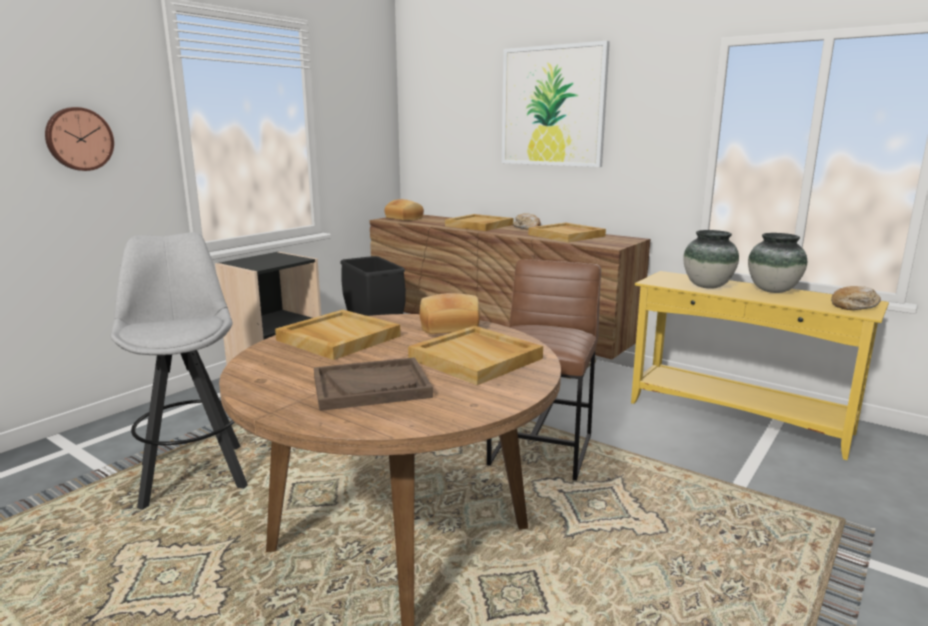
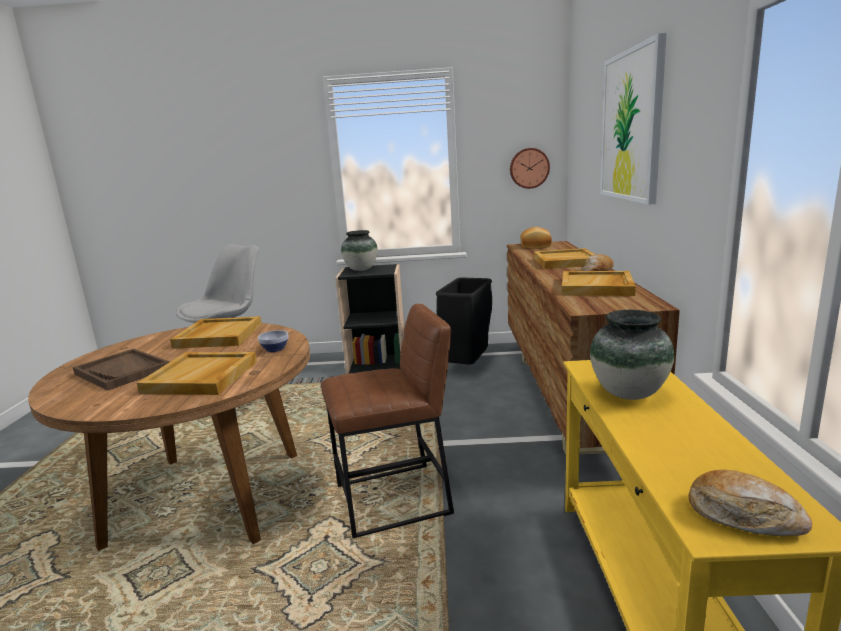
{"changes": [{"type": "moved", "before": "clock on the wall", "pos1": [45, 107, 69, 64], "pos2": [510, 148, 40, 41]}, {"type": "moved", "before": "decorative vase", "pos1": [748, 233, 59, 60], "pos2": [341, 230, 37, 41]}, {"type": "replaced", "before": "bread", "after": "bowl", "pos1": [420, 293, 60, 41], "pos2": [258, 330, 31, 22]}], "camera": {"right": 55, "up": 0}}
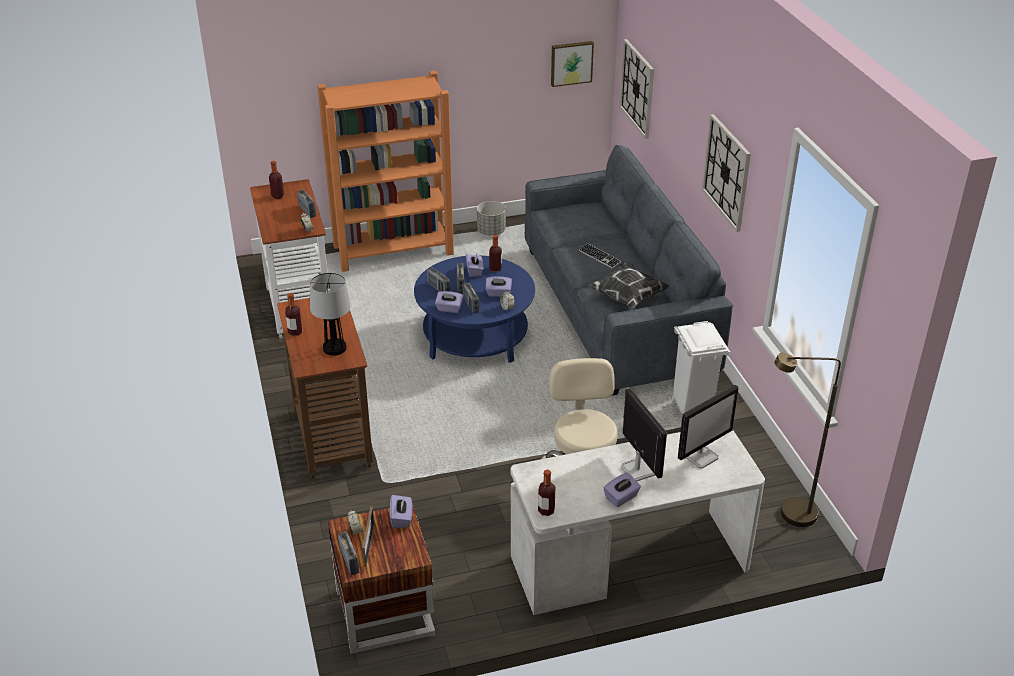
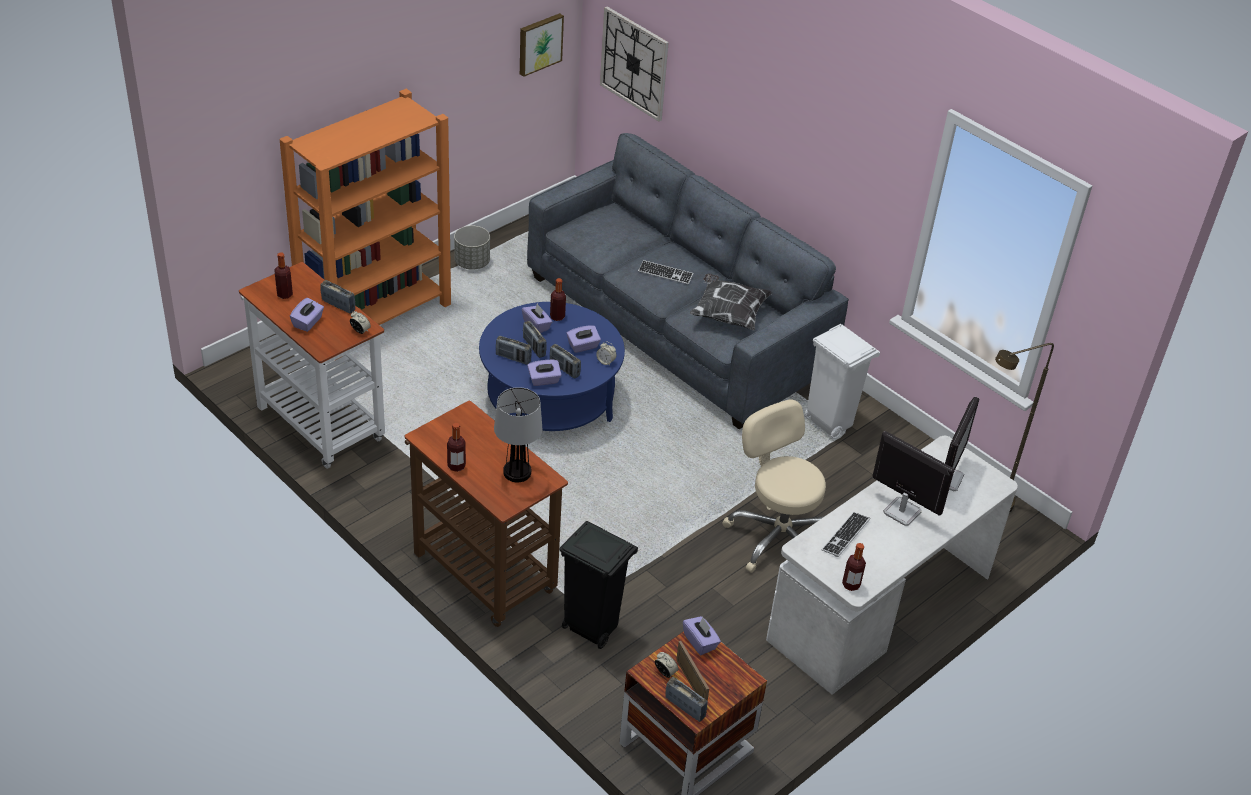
{"changes": [{"type": "removed", "before": "clock on the wall", "pos1": [702, 114, 49, 118]}, {"type": "moved", "before": "tissue box in purplish", "pos1": [604, 473, 37, 34], "pos2": [290, 298, 34, 34]}, {"type": "added", "after": "computer keyboard", "pos2": [821, 512, 49, 45]}, {"type": "added", "after": "waste bin in black", "pos2": [559, 521, 79, 128]}], "camera": {"right": -30, "up": 5}}
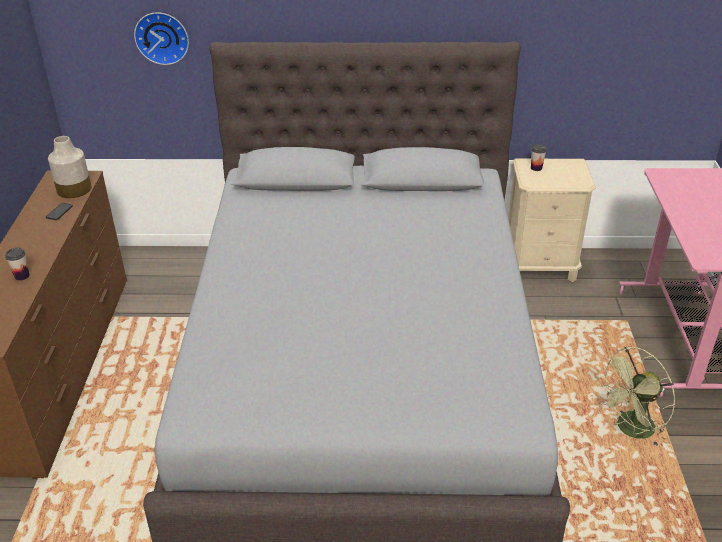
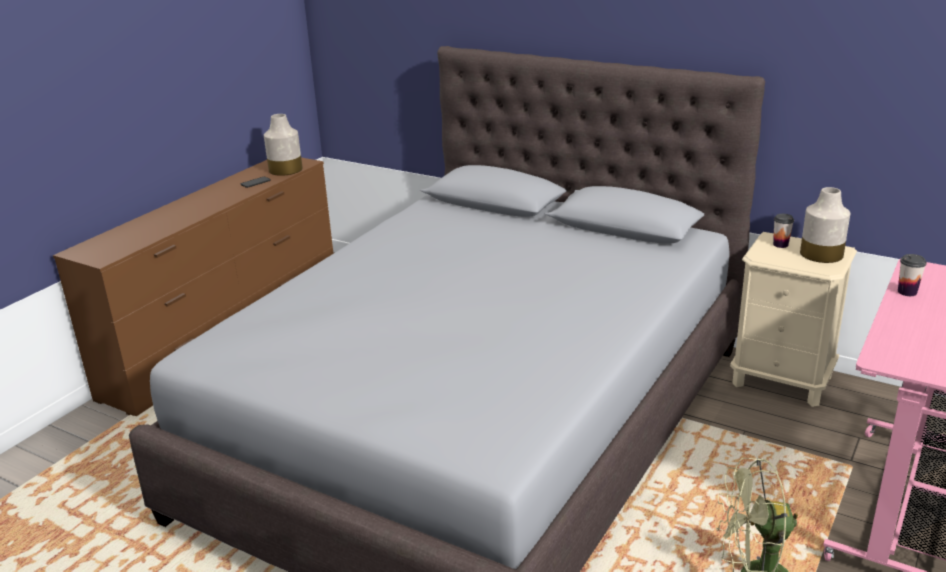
{"changes": [{"type": "removed", "before": "clock on the wall", "pos1": [134, 12, 55, 53]}, {"type": "moved", "before": "small cup", "pos1": [5, 247, 24, 34], "pos2": [898, 254, 29, 42]}, {"type": "added", "after": "decorative vase in beige", "pos2": [800, 187, 50, 76]}], "camera": {"right": 30, "up": -10}}
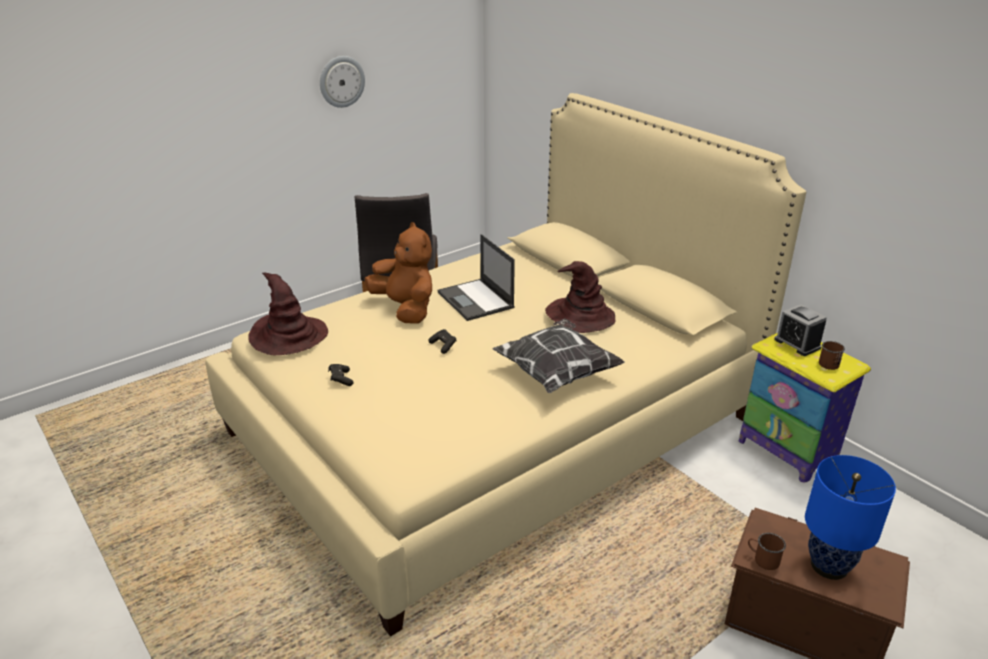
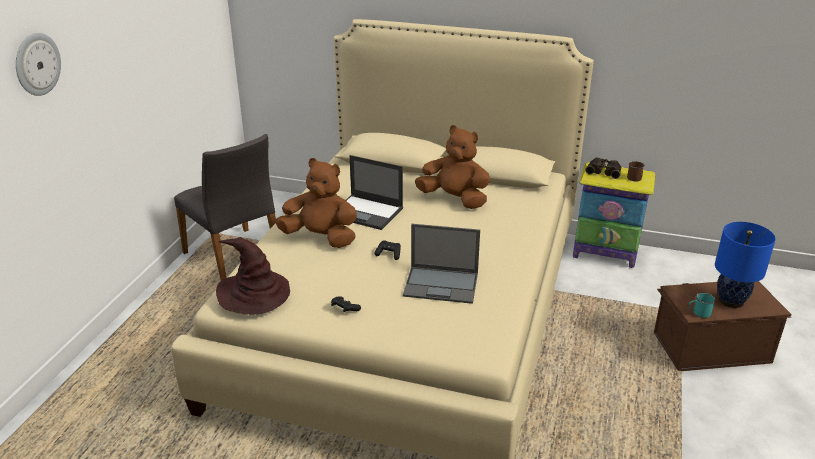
{"changes": [{"type": "moved", "before": "clock on the wall", "pos1": [320, 56, 45, 52], "pos2": [16, 33, 45, 63]}, {"type": "replaced", "before": "wearable hat in brown-coloured", "after": "soft toy in brown-coloured", "pos1": [545, 261, 71, 72], "pos2": [415, 125, 75, 84]}, {"type": "replaced", "before": "table clock", "after": "binoculars", "pos1": [774, 304, 53, 52], "pos2": [585, 157, 36, 22]}, {"type": "removed", "before": "cushion", "pos1": [493, 319, 132, 74]}, {"type": "recoloured", "before": "coffee mug in brown-coloured", "after": "coffee mug in turquoise", "pos1": [748, 533, 38, 37], "pos2": [689, 293, 27, 25]}, {"type": "added", "after": "notebook computer", "pos2": [403, 224, 77, 80]}], "camera": {"right": -35, "up": 0}}
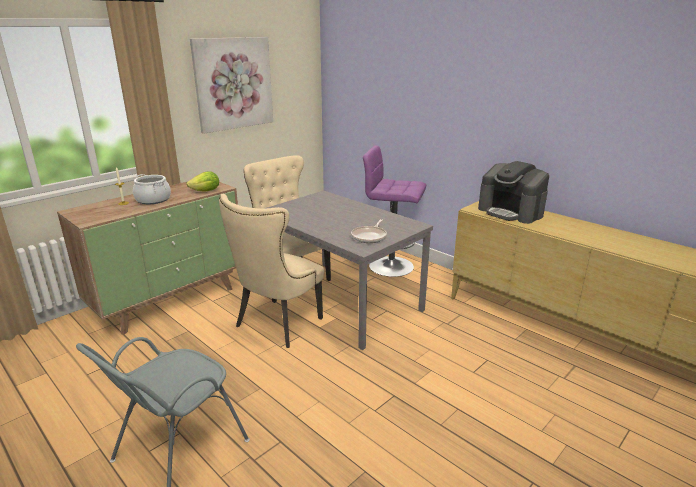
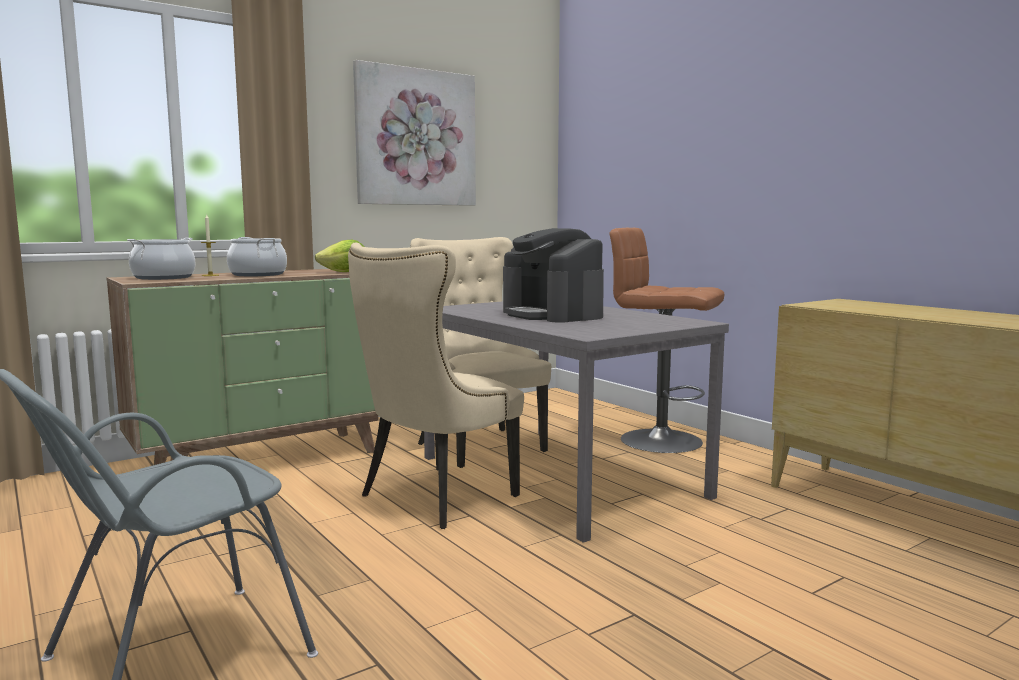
{"changes": [{"type": "recoloured", "before": "sitting stool in purplish", "after": "sitting stool in brown-coloured", "pos1": [363, 145, 63, 132], "pos2": [609, 228, 115, 225]}, {"type": "moved", "before": "coffee machine", "pos1": [478, 161, 71, 63], "pos2": [503, 228, 101, 95]}, {"type": "removed", "before": "pan", "pos1": [351, 219, 36, 24]}, {"type": "added", "after": "stockpot", "pos2": [127, 238, 68, 42]}], "camera": {"right": 10, "up": -15}}
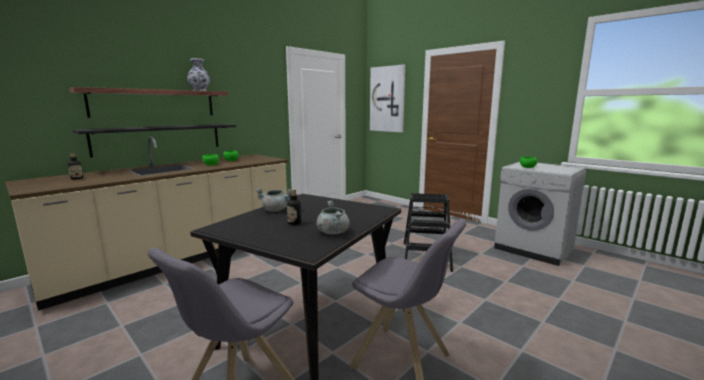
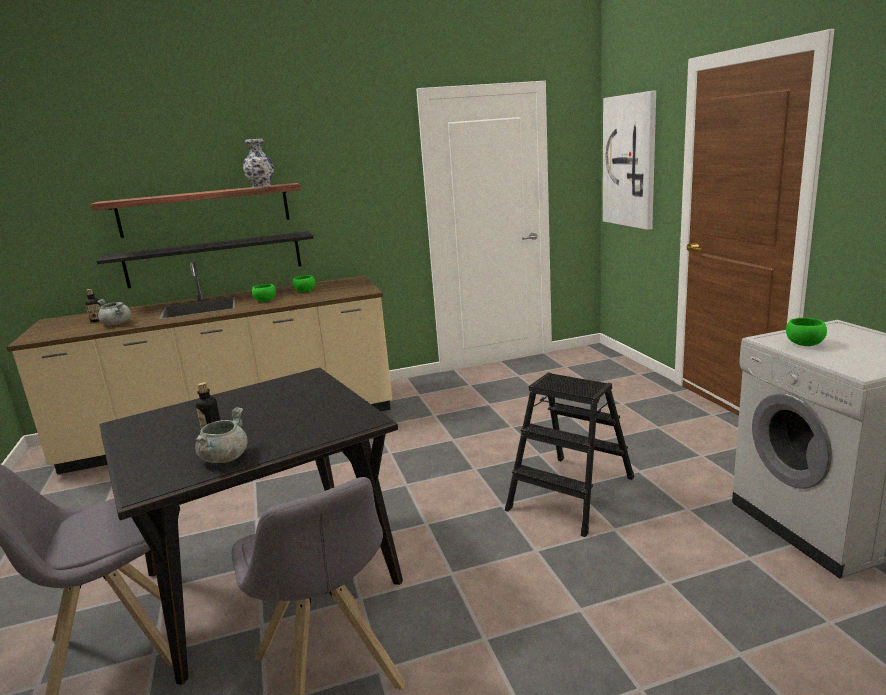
{"changes": [{"type": "moved", "before": "stockpot in greyish", "pos1": [255, 188, 36, 24], "pos2": [97, 299, 34, 26]}], "camera": {"right": 30, "up": 5}}
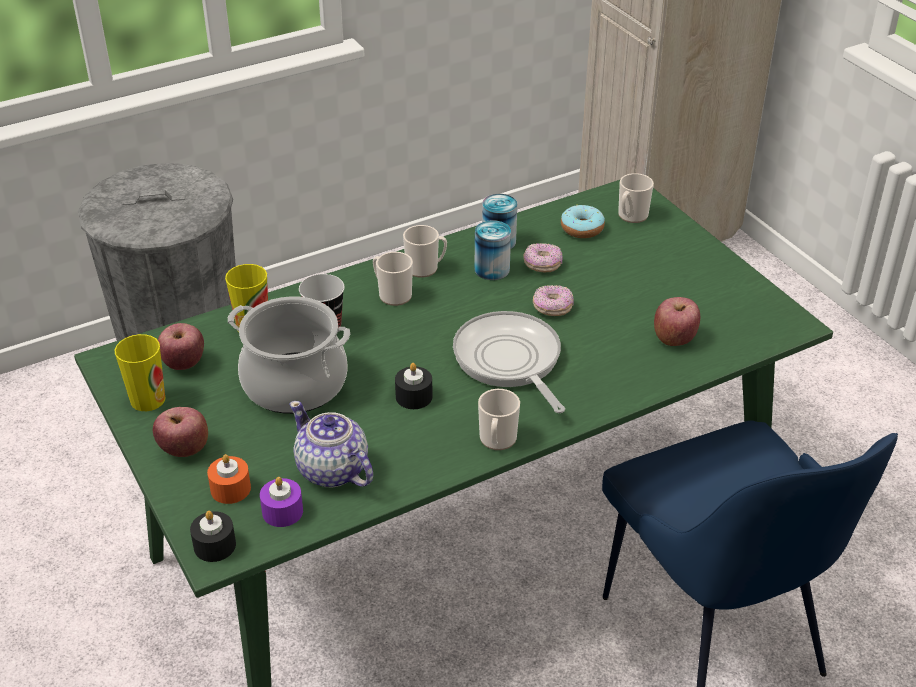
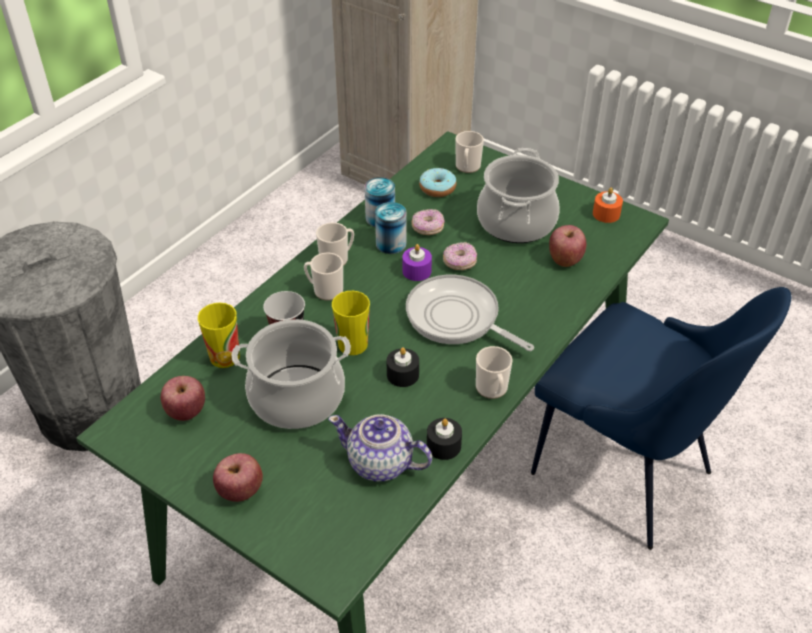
{"changes": [{"type": "moved", "before": "small cup", "pos1": [115, 334, 51, 77], "pos2": [332, 291, 38, 64]}, {"type": "moved", "before": "wax candle in orangey", "pos1": [207, 454, 44, 50], "pos2": [593, 188, 30, 35]}, {"type": "moved", "before": "wax candle in purplish", "pos1": [260, 477, 43, 50], "pos2": [402, 244, 30, 37]}, {"type": "moved", "before": "wax candle in black", "pos1": [190, 511, 46, 51], "pos2": [427, 418, 35, 42]}, {"type": "added", "after": "stockpot", "pos2": [477, 148, 83, 95]}], "camera": {"right": -25, "up": 5}}
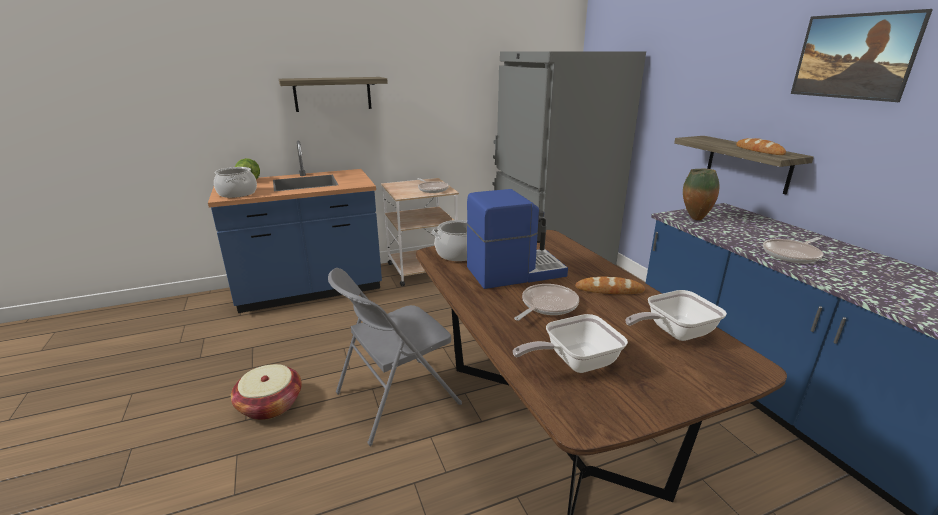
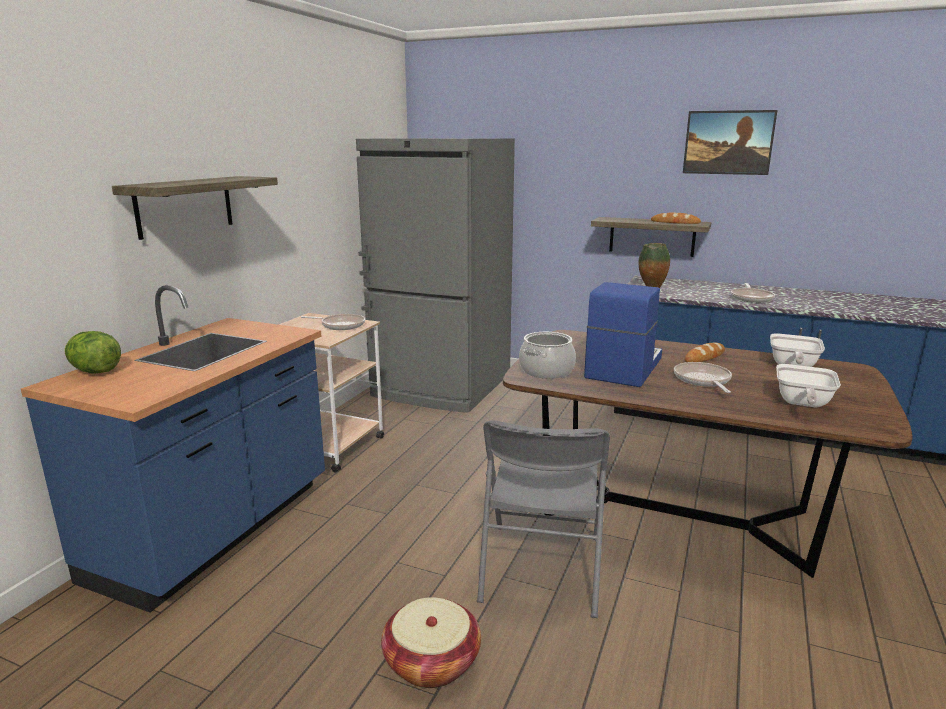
{"changes": [{"type": "removed", "before": "stockpot", "pos1": [214, 167, 43, 31]}], "camera": {"right": -45, "up": -5}}
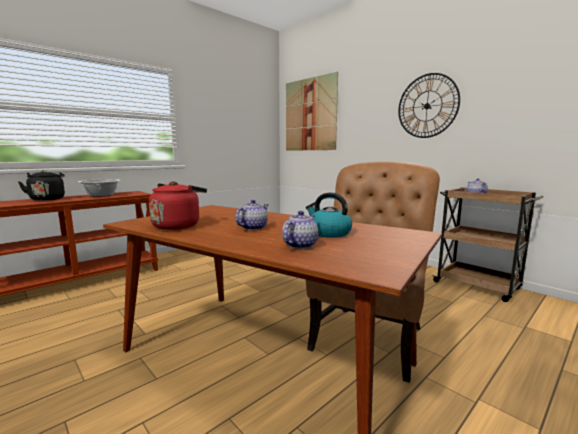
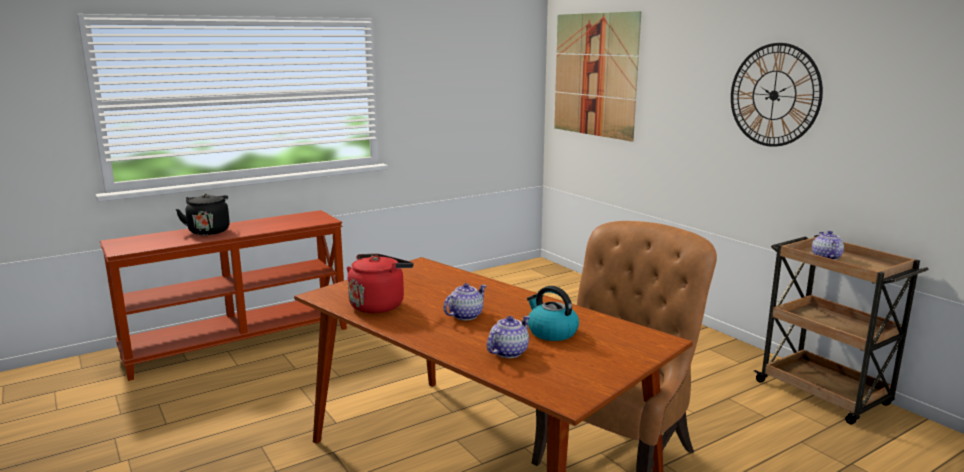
{"changes": [{"type": "removed", "before": "stockpot", "pos1": [78, 179, 43, 18]}], "camera": {"right": 10, "up": 5}}
